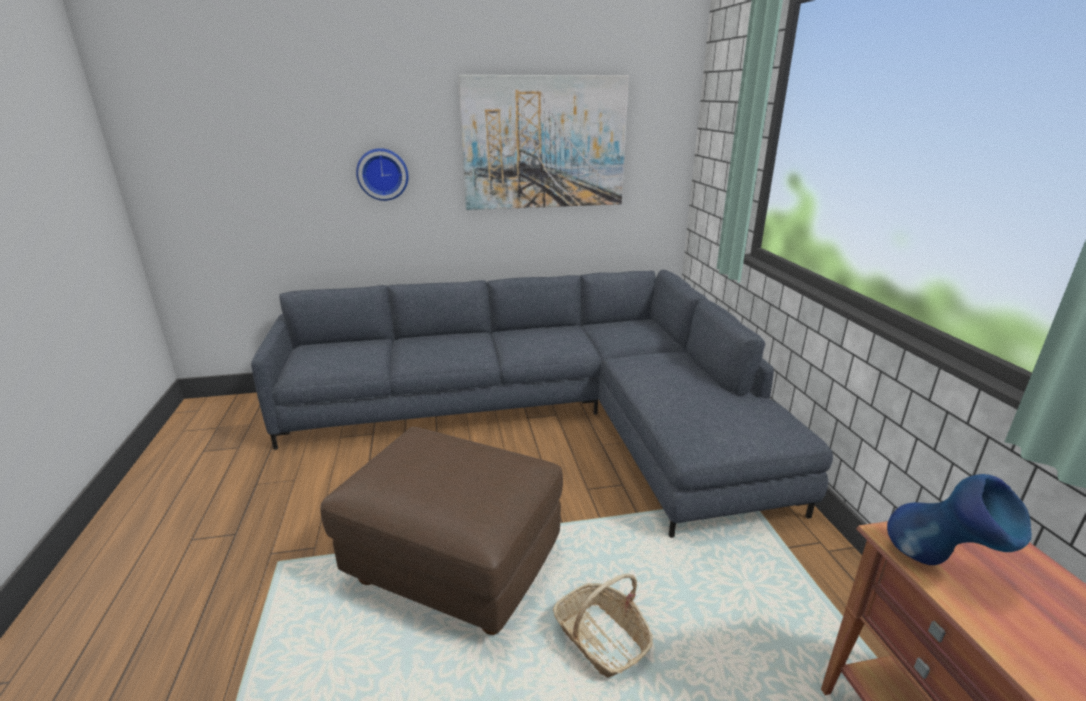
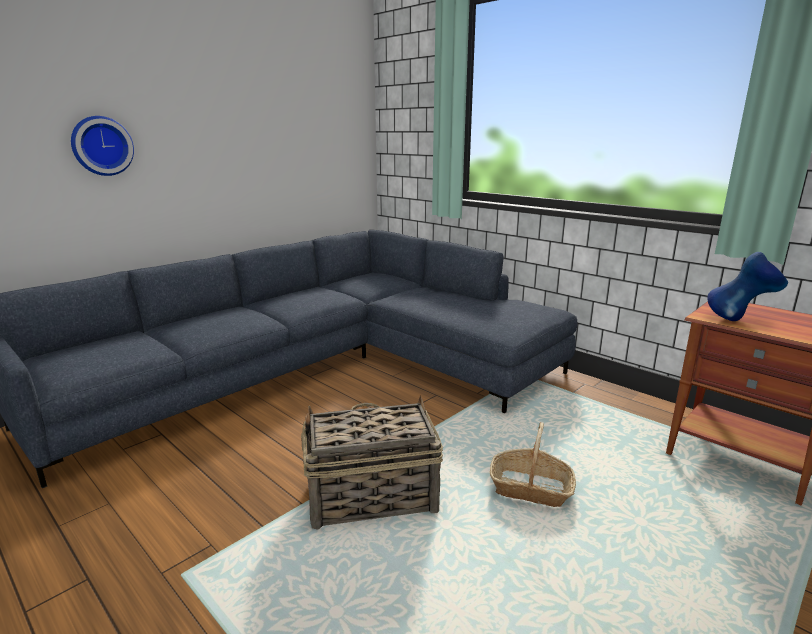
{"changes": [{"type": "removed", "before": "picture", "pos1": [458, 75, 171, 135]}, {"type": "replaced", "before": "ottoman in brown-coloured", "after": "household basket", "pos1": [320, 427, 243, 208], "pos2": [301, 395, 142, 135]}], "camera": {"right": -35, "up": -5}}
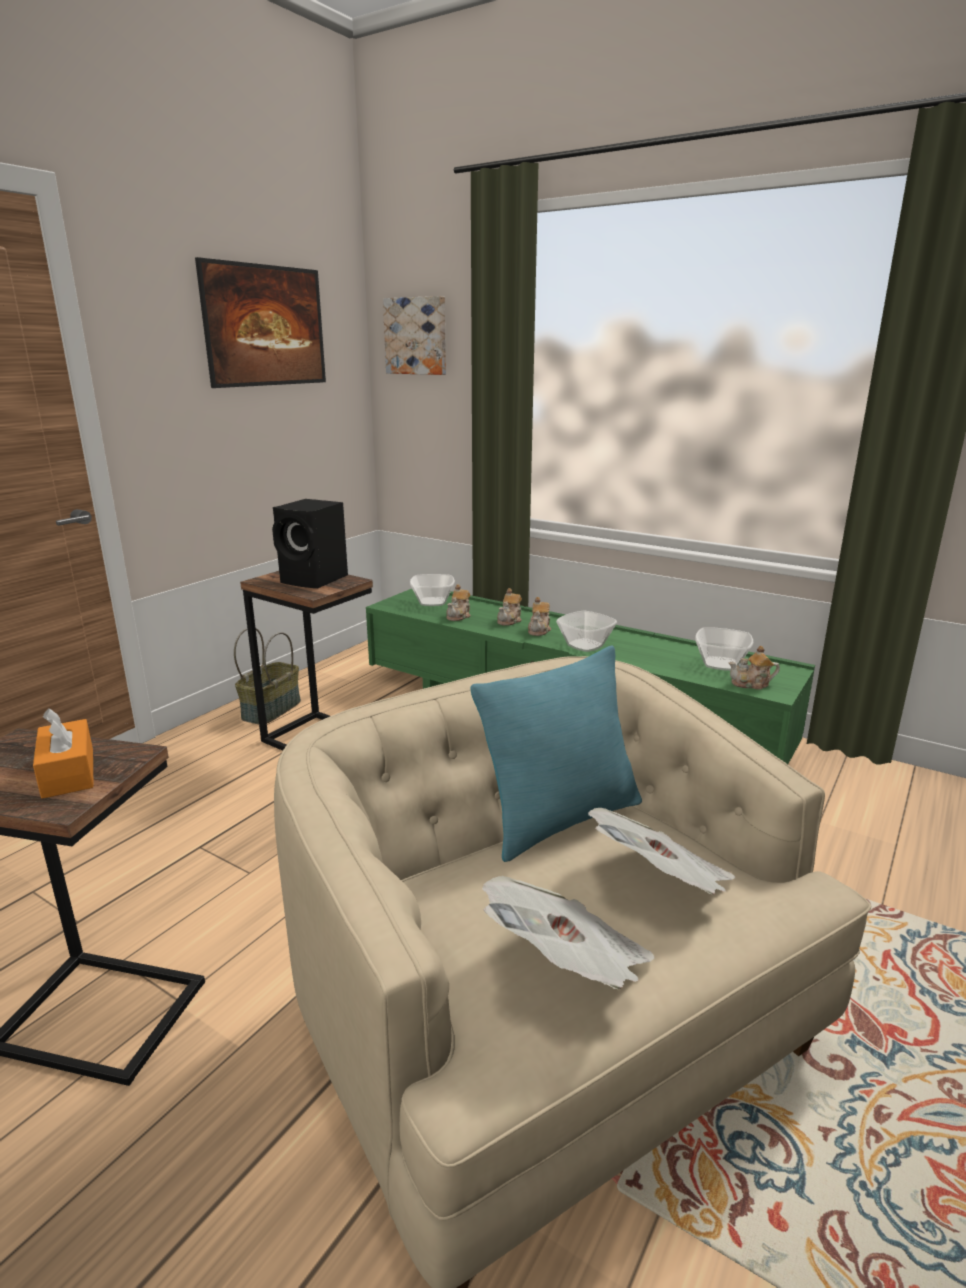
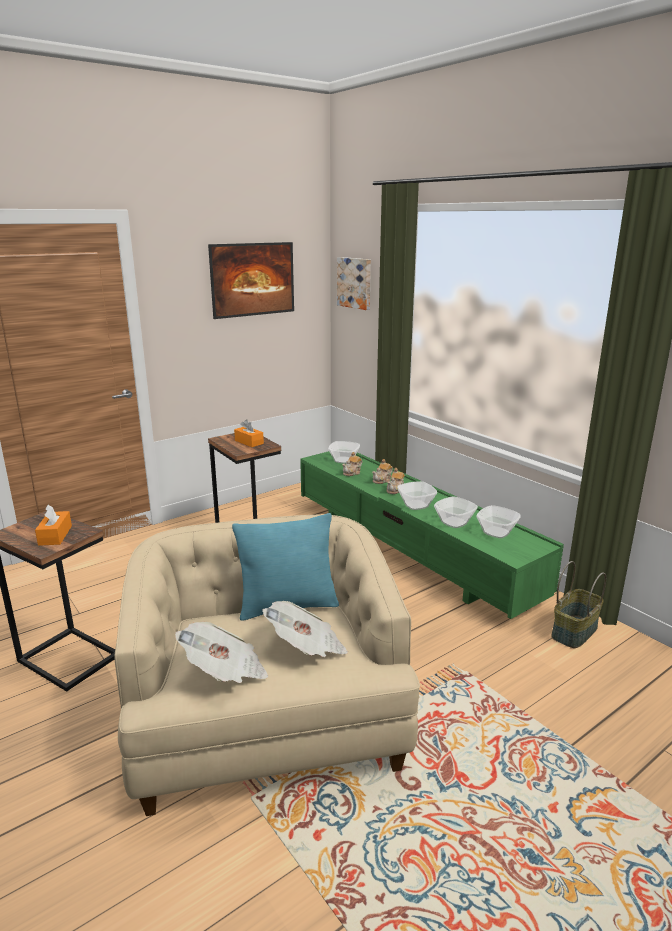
{"changes": [{"type": "replaced", "before": "loudspeaker in black", "after": "tissue box in orangey", "pos1": [272, 499, 76, 89], "pos2": [234, 419, 30, 28]}, {"type": "moved", "before": "household basket", "pos1": [234, 628, 67, 96], "pos2": [552, 561, 54, 87]}, {"type": "removed", "before": "teapot", "pos1": [729, 646, 51, 44]}, {"type": "added", "after": "bowl", "pos2": [434, 496, 44, 32]}], "camera": {"right": 20, "up": 0}}
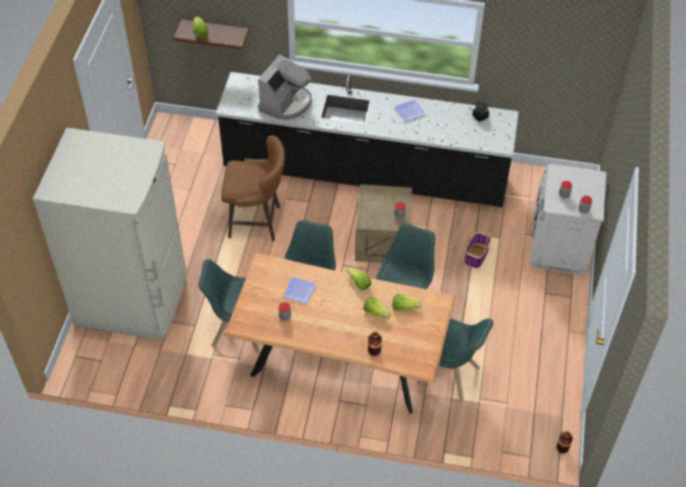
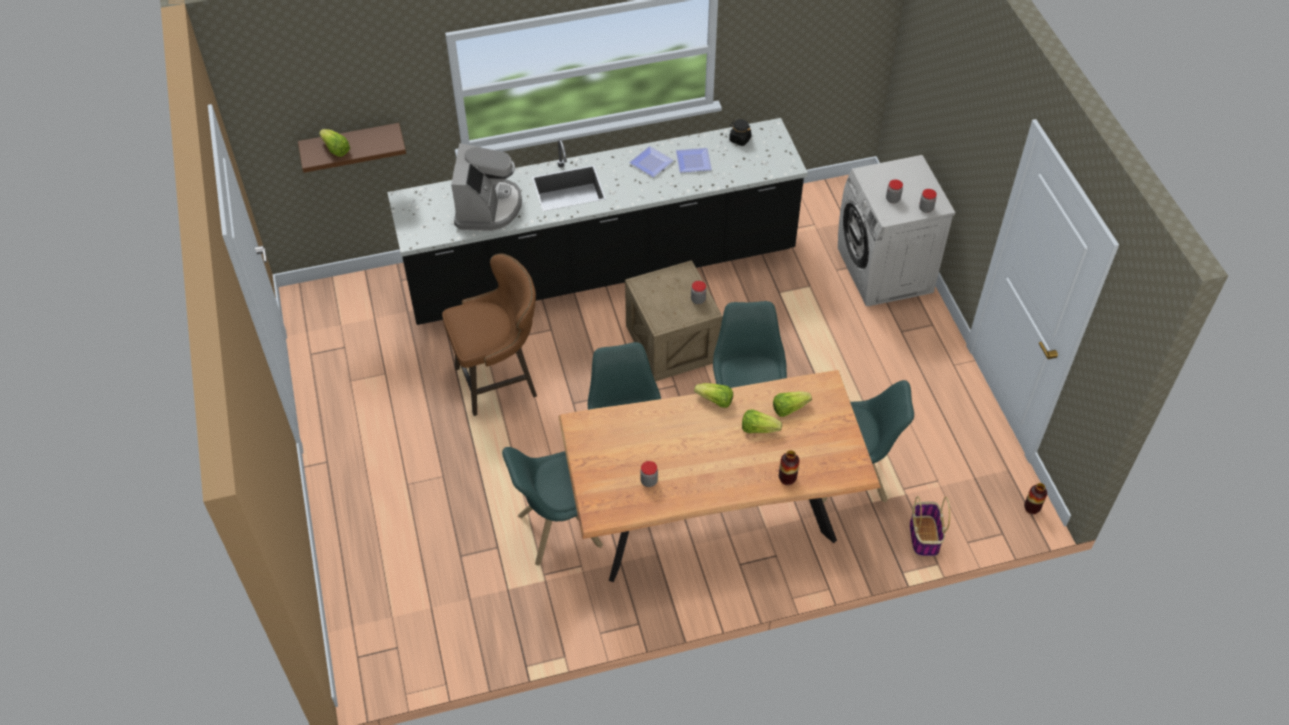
{"changes": [{"type": "removed", "before": "kitchen fridge in whitish", "pos1": [33, 127, 153, 213]}, {"type": "moved", "before": "household basket", "pos1": [465, 224, 27, 44], "pos2": [910, 496, 40, 61]}, {"type": "moved", "before": "dinner plate", "pos1": [283, 277, 33, 27], "pos2": [676, 148, 36, 24]}], "camera": {"right": -25, "up": 0}}
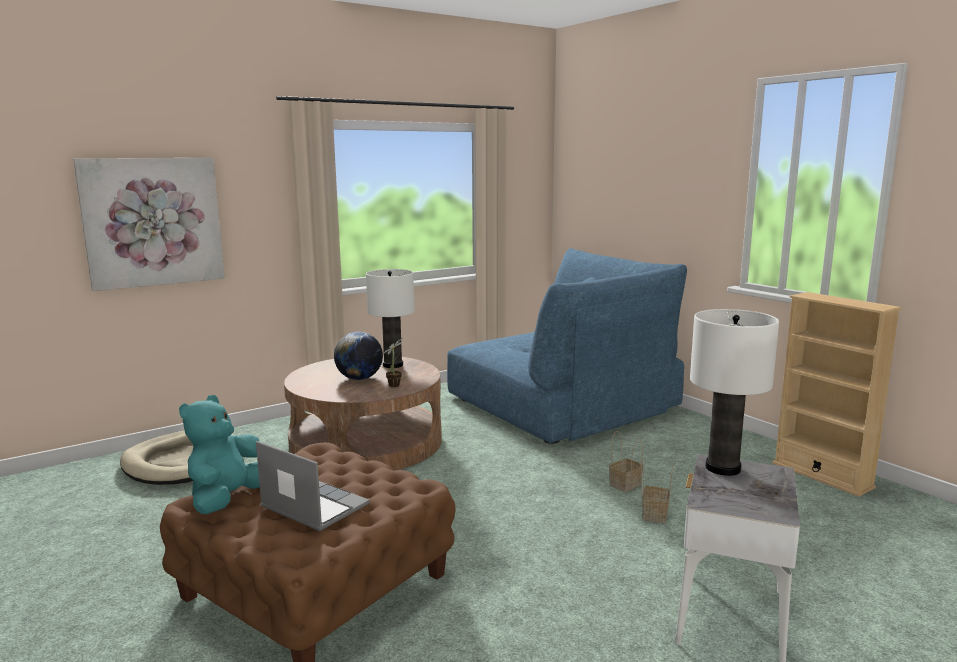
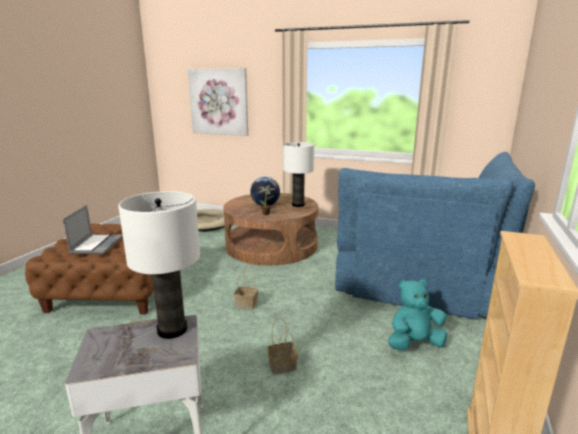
{"changes": [{"type": "moved", "before": "soft toy in turquoise", "pos1": [179, 395, 81, 119], "pos2": [388, 279, 59, 71]}, {"type": "moved", "before": "household basket", "pos1": [609, 431, 34, 61], "pos2": [234, 266, 24, 44]}], "camera": {"right": 55, "up": 5}}
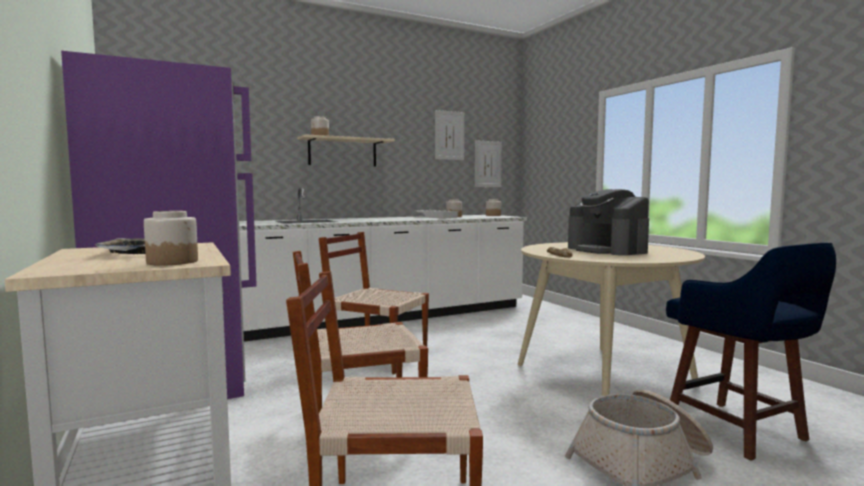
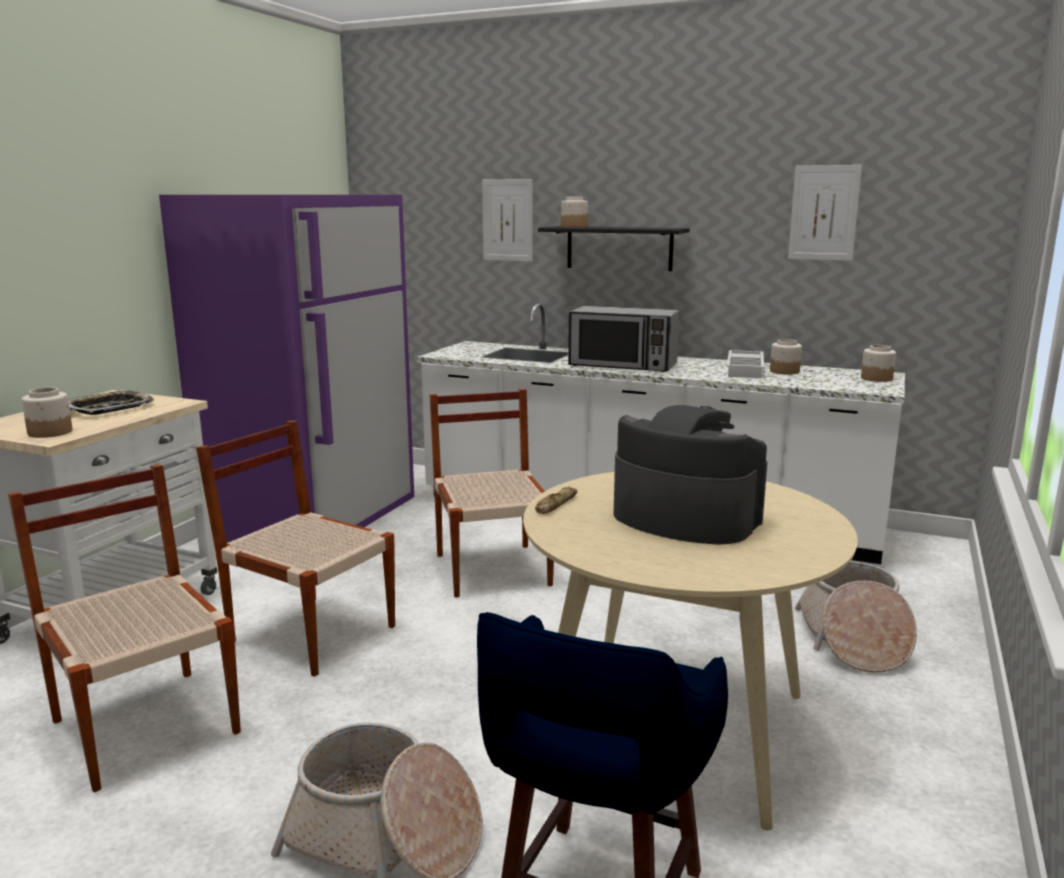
{"changes": [{"type": "recoloured", "before": "bracket shelf in beige", "after": "bracket shelf in black", "pos1": [298, 134, 97, 33], "pos2": [538, 226, 152, 45]}, {"type": "moved", "before": "picture", "pos1": [475, 140, 27, 47], "pos2": [482, 179, 51, 83]}, {"type": "turned", "before": "coffee machine", "pos1": [568, 189, 81, 67], "pos2": [614, 405, 153, 140], "turn": 105}, {"type": "added", "after": "microwave", "pos2": [568, 306, 111, 66]}, {"type": "added", "after": "household basket", "pos2": [795, 561, 122, 112]}], "camera": {"right": 50, "up": 10}}
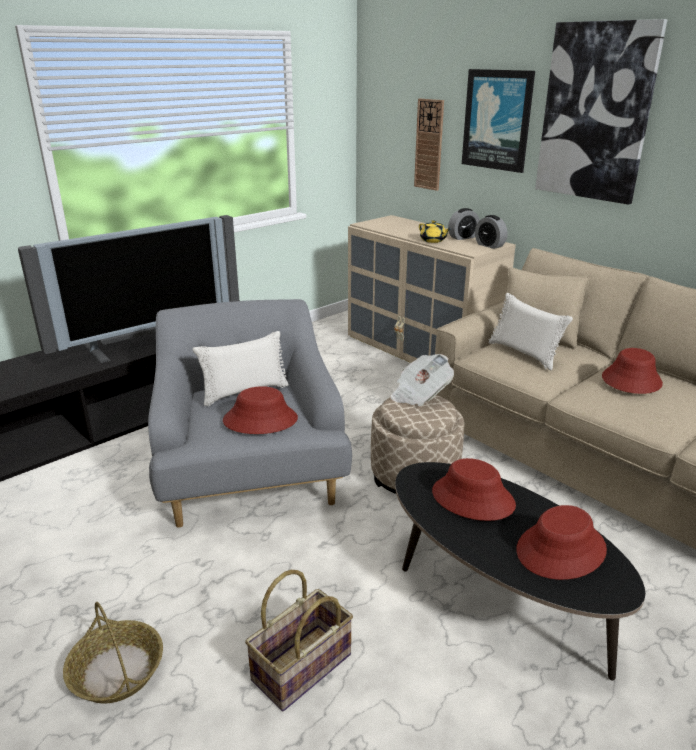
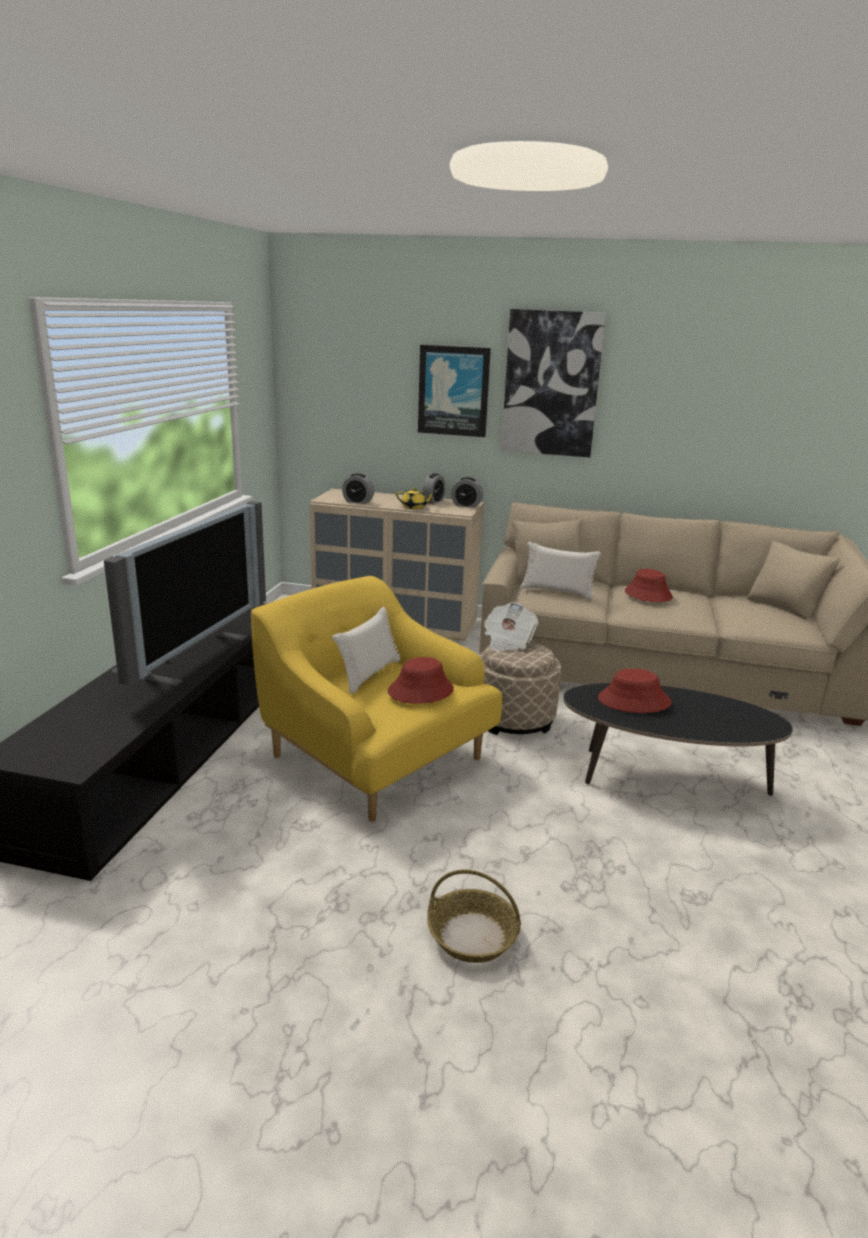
{"changes": [{"type": "removed", "before": "clock on the wall", "pos1": [414, 99, 30, 92]}, {"type": "recoloured", "before": "easy chair in greyish", "after": "easy chair in yellow-coloured", "pos1": [148, 299, 204, 229], "pos2": [251, 576, 251, 246]}, {"type": "removed", "before": "wearable hat in reddish", "pos1": [517, 505, 90, 75]}, {"type": "removed", "before": "household basket", "pos1": [245, 570, 108, 141]}, {"type": "added", "after": "table clock", "pos2": [342, 473, 32, 31]}], "camera": {"right": -35, "up": -5}}
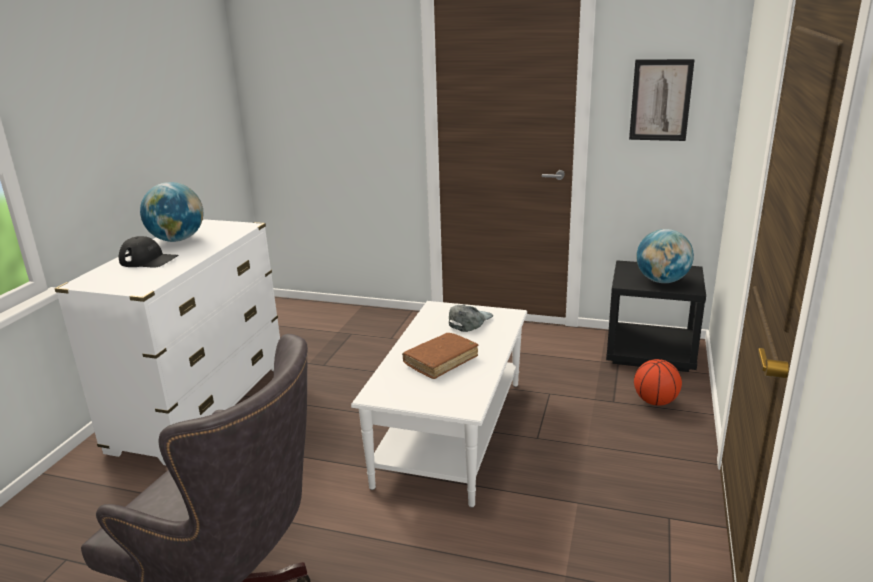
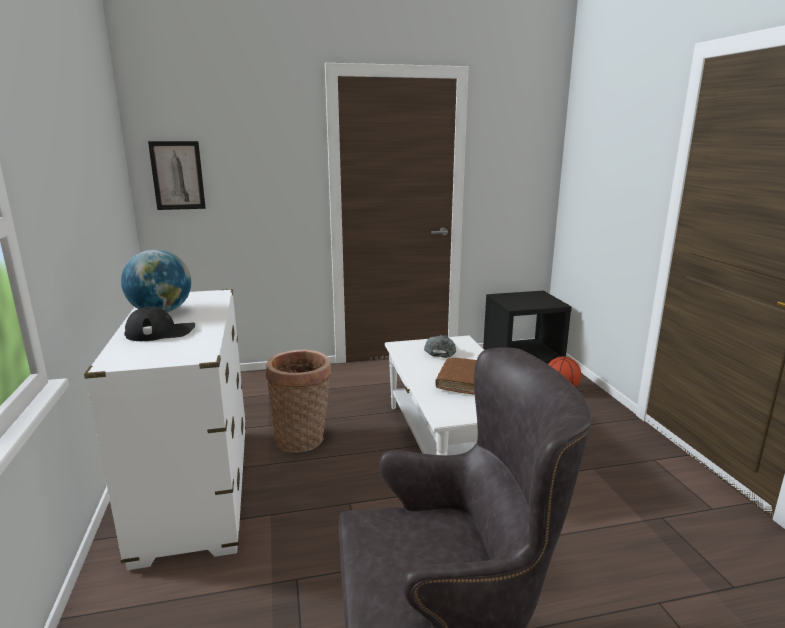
{"changes": [{"type": "moved", "before": "picture", "pos1": [629, 59, 66, 82], "pos2": [148, 141, 58, 69]}, {"type": "removed", "before": "world globe", "pos1": [636, 229, 58, 54]}, {"type": "added", "after": "household basket", "pos2": [266, 350, 66, 103]}], "camera": {"right": -30, "up": -5}}
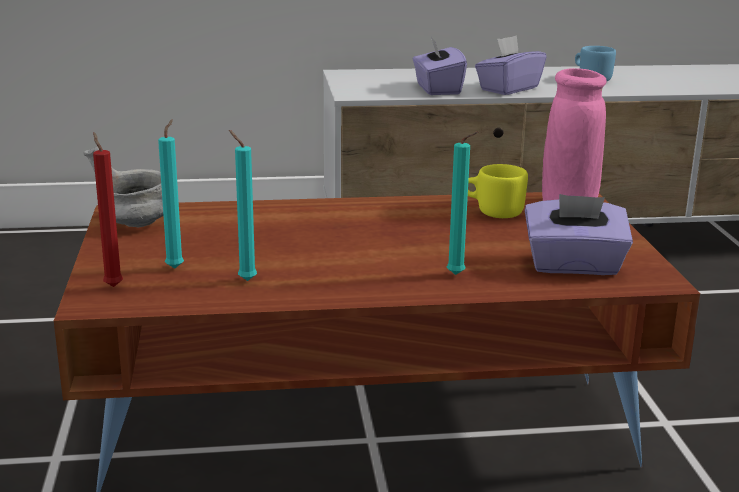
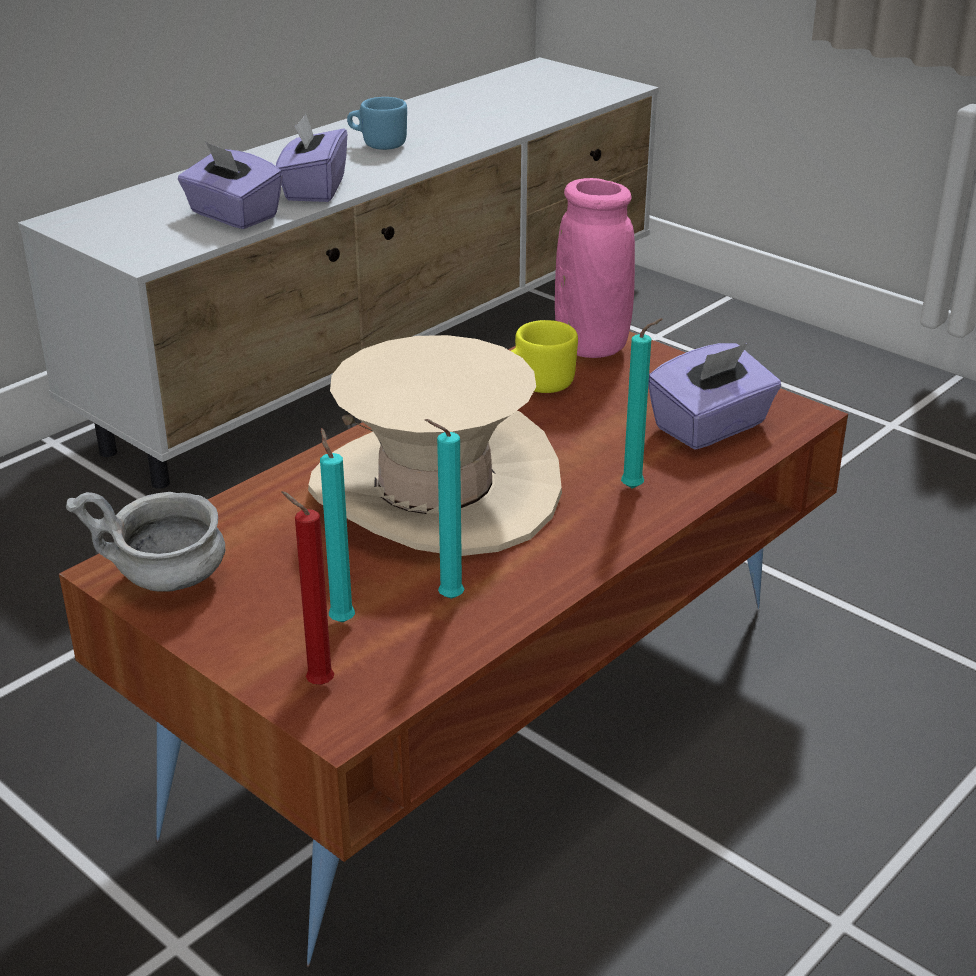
{"changes": [{"type": "added", "after": "wearable hat in beige", "pos2": [308, 335, 254, 221]}], "camera": {"right": -40, "up": 10}}
